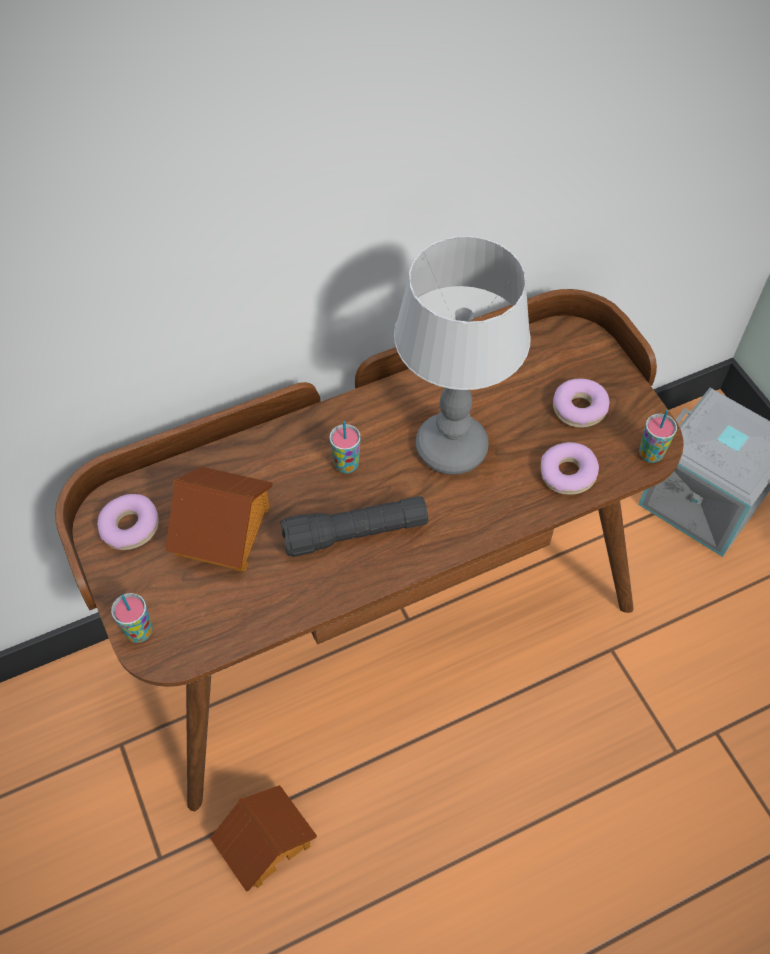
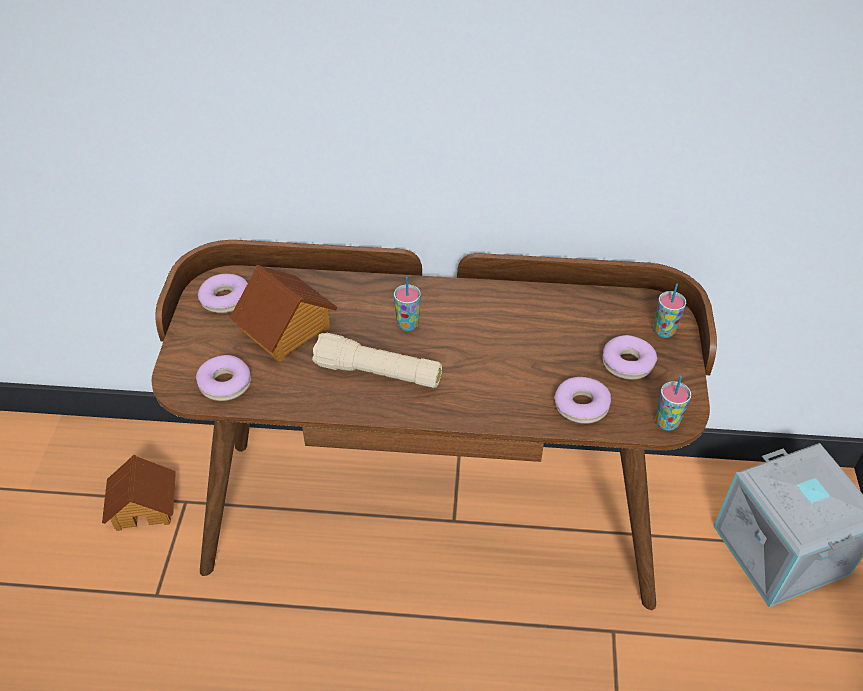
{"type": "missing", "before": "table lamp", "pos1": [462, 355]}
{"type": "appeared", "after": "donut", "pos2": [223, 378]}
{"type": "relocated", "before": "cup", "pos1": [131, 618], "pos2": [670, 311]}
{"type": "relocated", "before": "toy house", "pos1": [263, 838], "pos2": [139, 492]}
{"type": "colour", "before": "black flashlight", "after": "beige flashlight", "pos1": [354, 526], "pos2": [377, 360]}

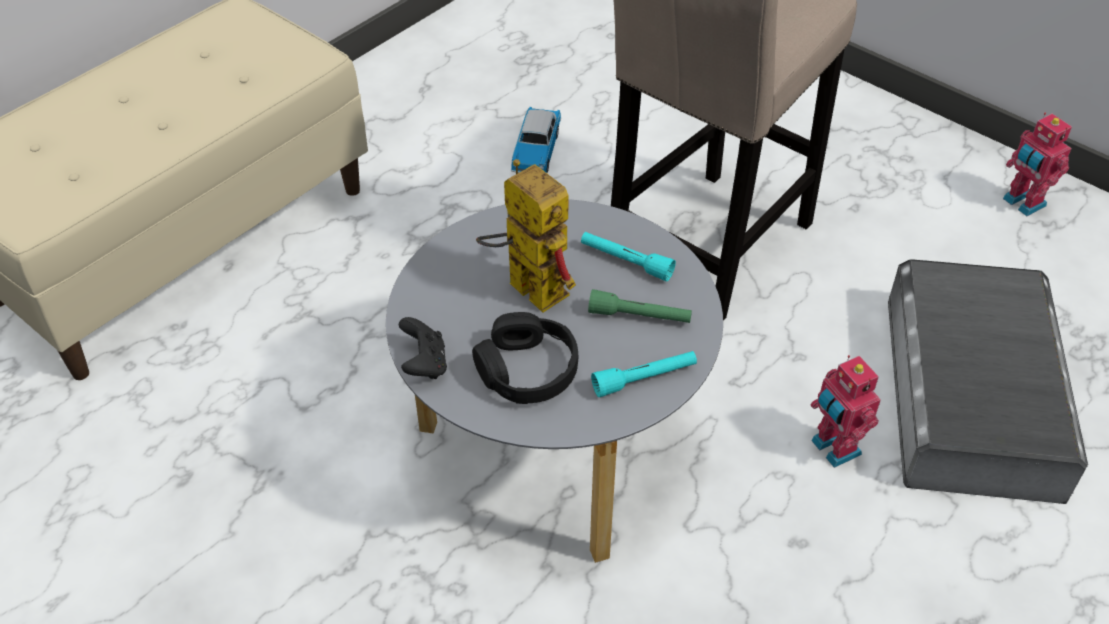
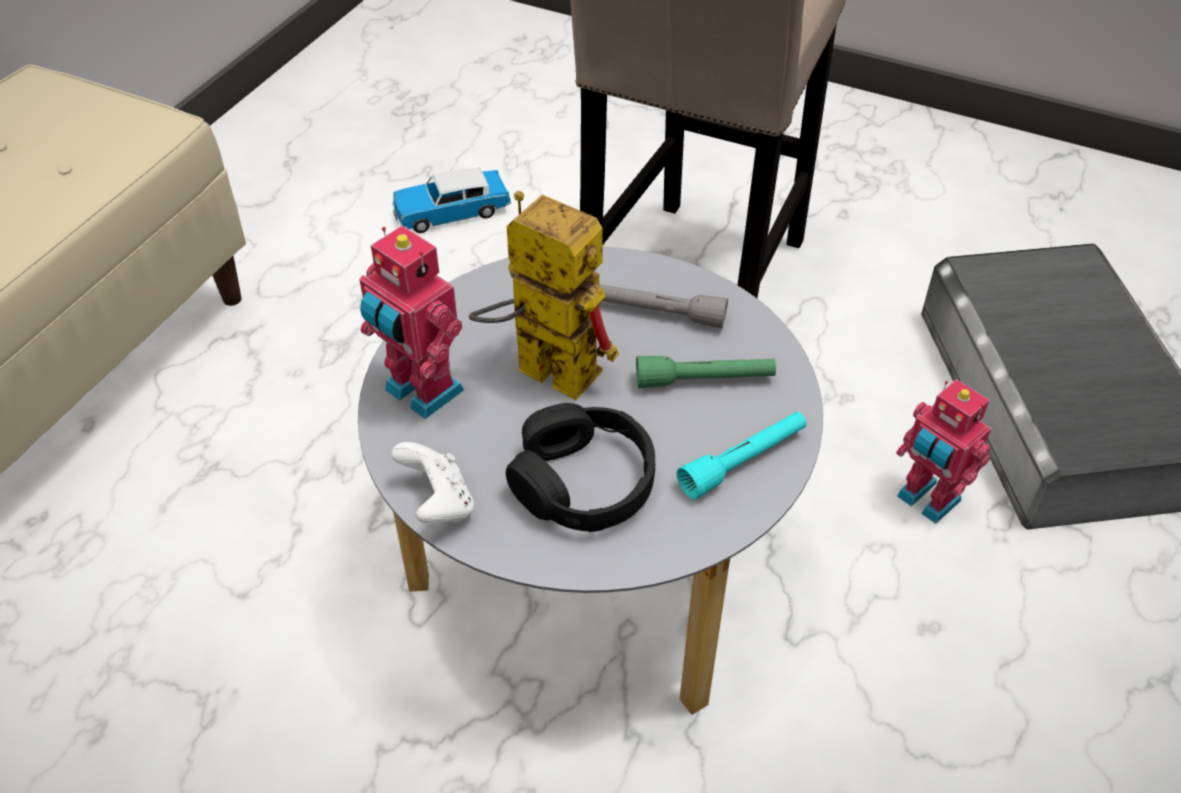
{"type": "relocated", "before": "toy robot", "pos1": [1037, 164], "pos2": [411, 322]}
{"type": "colour", "before": "black game controller", "after": "white game controller", "pos1": [423, 348], "pos2": [432, 483]}
{"type": "colour", "before": "turquoise flashlight", "after": "grey flashlight", "pos1": [628, 257], "pos2": [663, 306]}
{"type": "spun", "before": "toy car", "pos1": [536, 140], "pos2": [451, 200], "turn": 75}

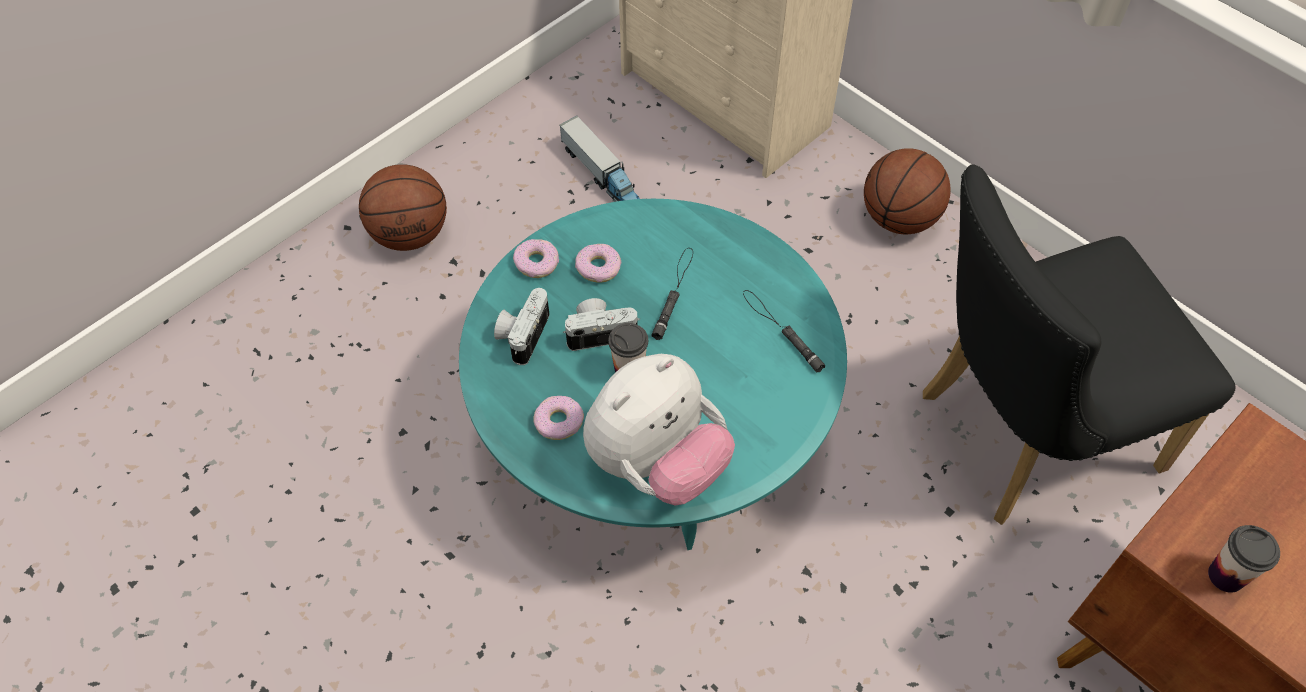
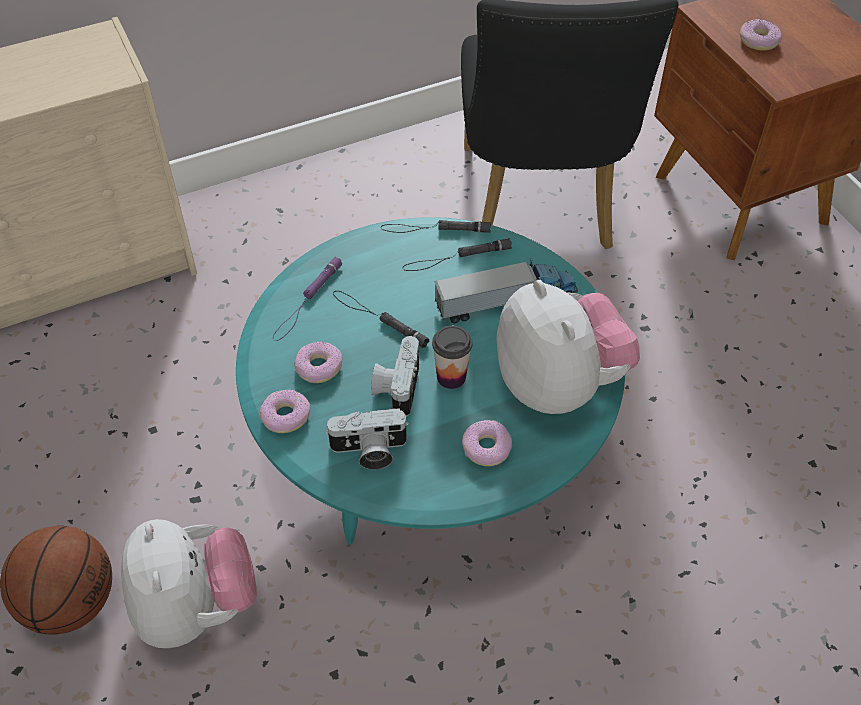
{"type": "missing", "before": "basketball", "pos1": [907, 191]}
{"type": "missing", "before": "cup", "pos1": [1244, 559]}
{"type": "appeared", "after": "plush toy", "pos2": [189, 583]}
{"type": "appeared", "after": "purple flashlight", "pos2": [308, 299]}
{"type": "appeared", "after": "black flashlight", "pos2": [436, 226]}
{"type": "appeared", "after": "donut", "pos2": [761, 35]}
{"type": "relocated", "before": "toy truck", "pos1": [600, 159], "pos2": [506, 290]}
{"type": "spun", "before": "photo camera", "pos1": [522, 326], "pos2": [367, 439], "turn": -45}

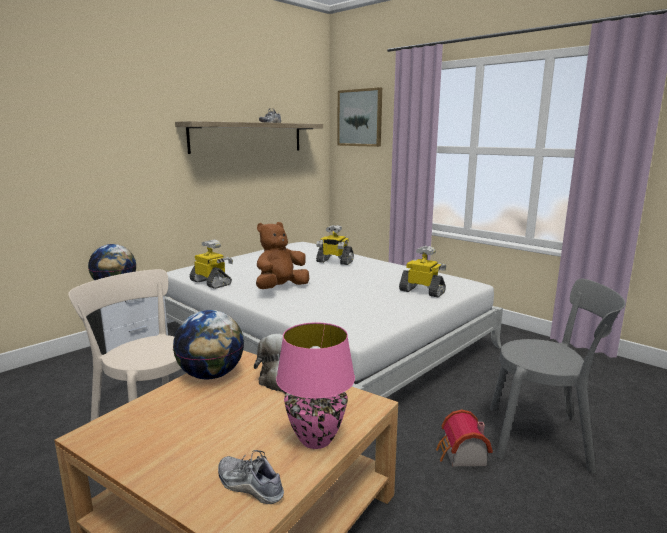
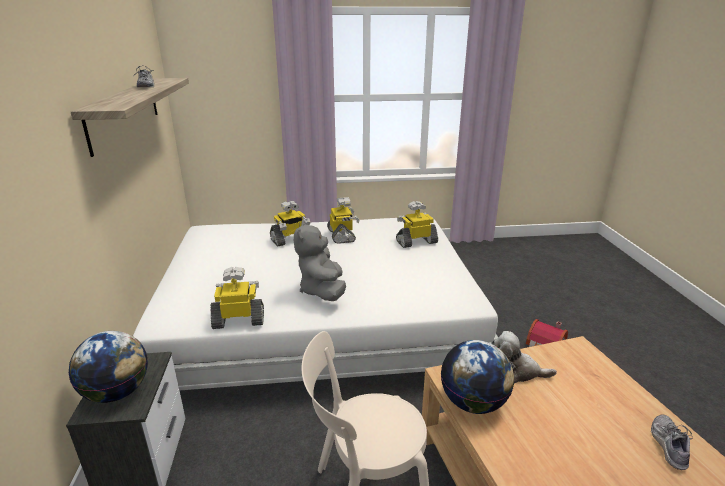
{"type": "missing", "before": "pink table lamp", "pos1": [315, 385]}
{"type": "missing", "before": "picture", "pos1": [359, 117]}
{"type": "missing", "before": "grey chair", "pos1": [558, 376]}
{"type": "appeared", "after": "toy robot", "pos2": [343, 220]}
{"type": "colour", "before": "brown plush toy", "after": "grey plush toy", "pos1": [282, 255], "pos2": [320, 261]}
{"type": "spun", "before": "shoe", "pos1": [251, 477], "pos2": [672, 442], "turn": 120}

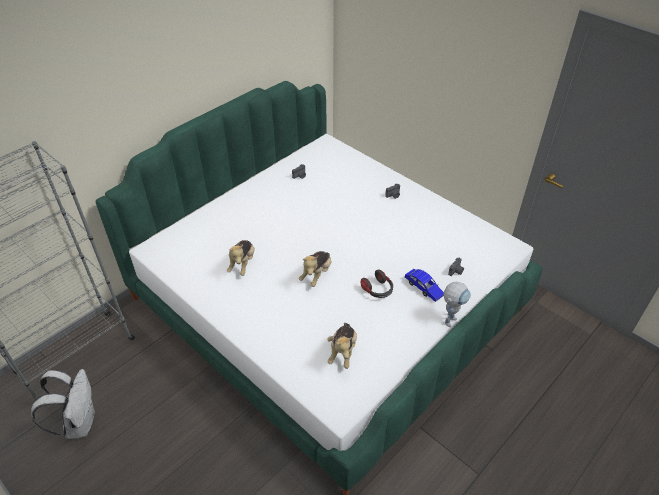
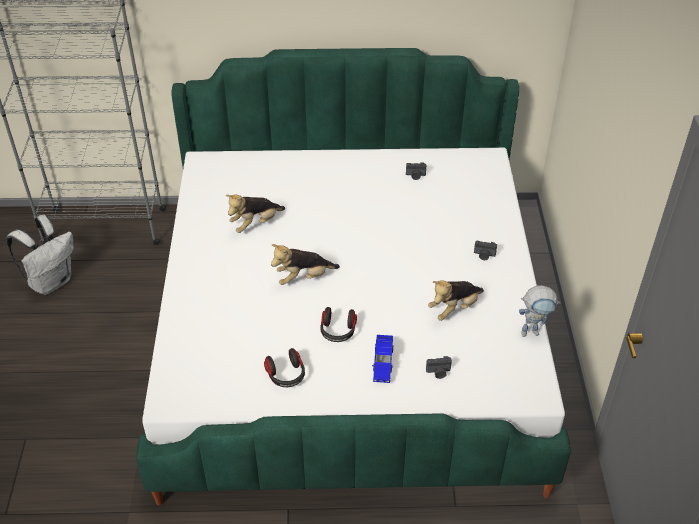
{"type": "appeared", "after": "headphones", "pos2": [284, 367]}
{"type": "relocated", "before": "plush toy", "pos1": [342, 346], "pos2": [456, 300]}
{"type": "relocated", "before": "toy robot", "pos1": [457, 304], "pos2": [540, 311]}

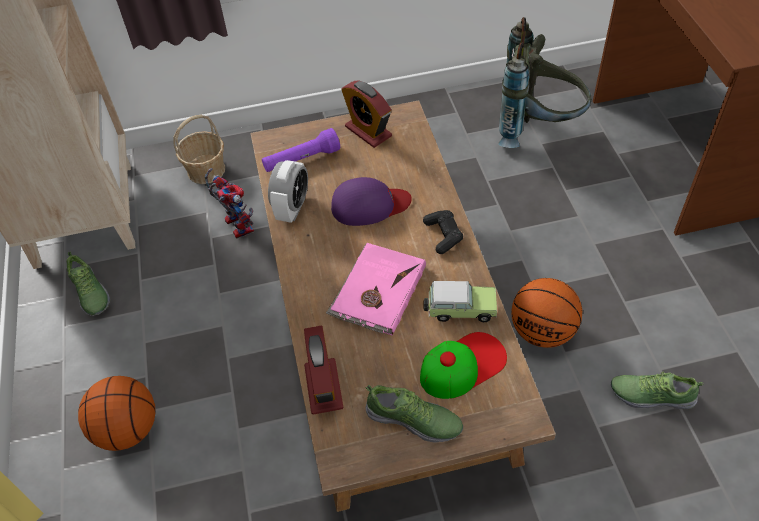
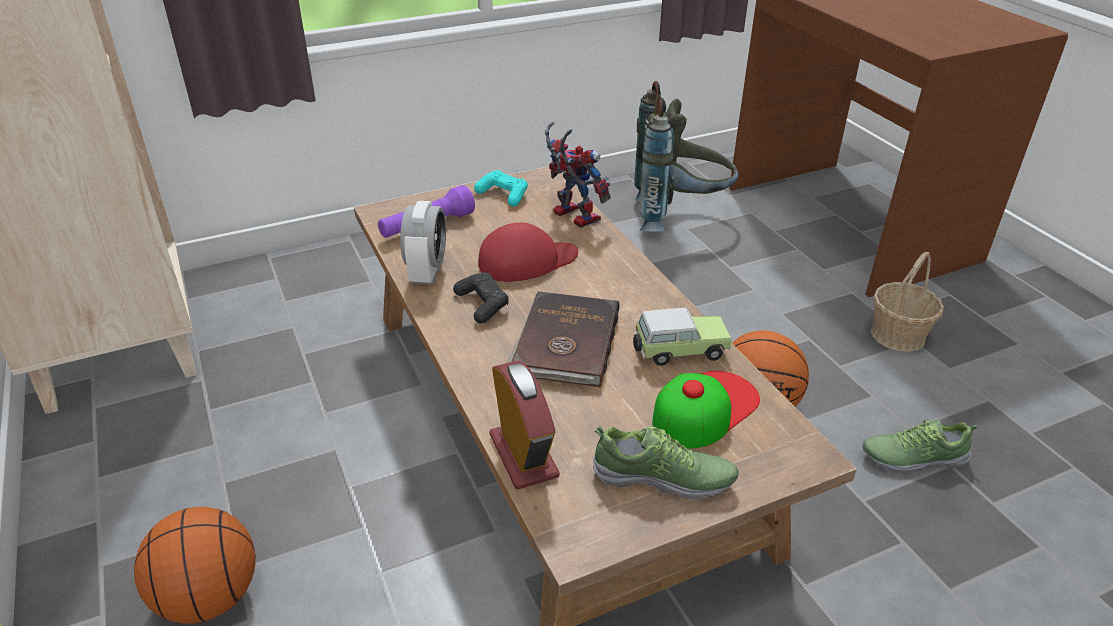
{"type": "missing", "before": "shoe", "pos1": [88, 284]}
{"type": "relocated", "before": "basket", "pos1": [199, 149], "pos2": [907, 302]}
{"type": "relocated", "before": "toy robot", "pos1": [229, 203], "pos2": [578, 175]}
{"type": "relocated", "before": "black game controller", "pos1": [443, 232], "pos2": [481, 297]}
{"type": "exchanged", "before": "alarm clock", "after": "turquoise game controller", "pos1": [366, 114], "pos2": [501, 188]}
{"type": "colour", "before": "pink book", "after": "brown book", "pos1": [376, 289], "pos2": [563, 339]}
{"type": "colour", "before": "purple cap", "after": "red cap", "pos1": [371, 201], "pos2": [528, 252]}

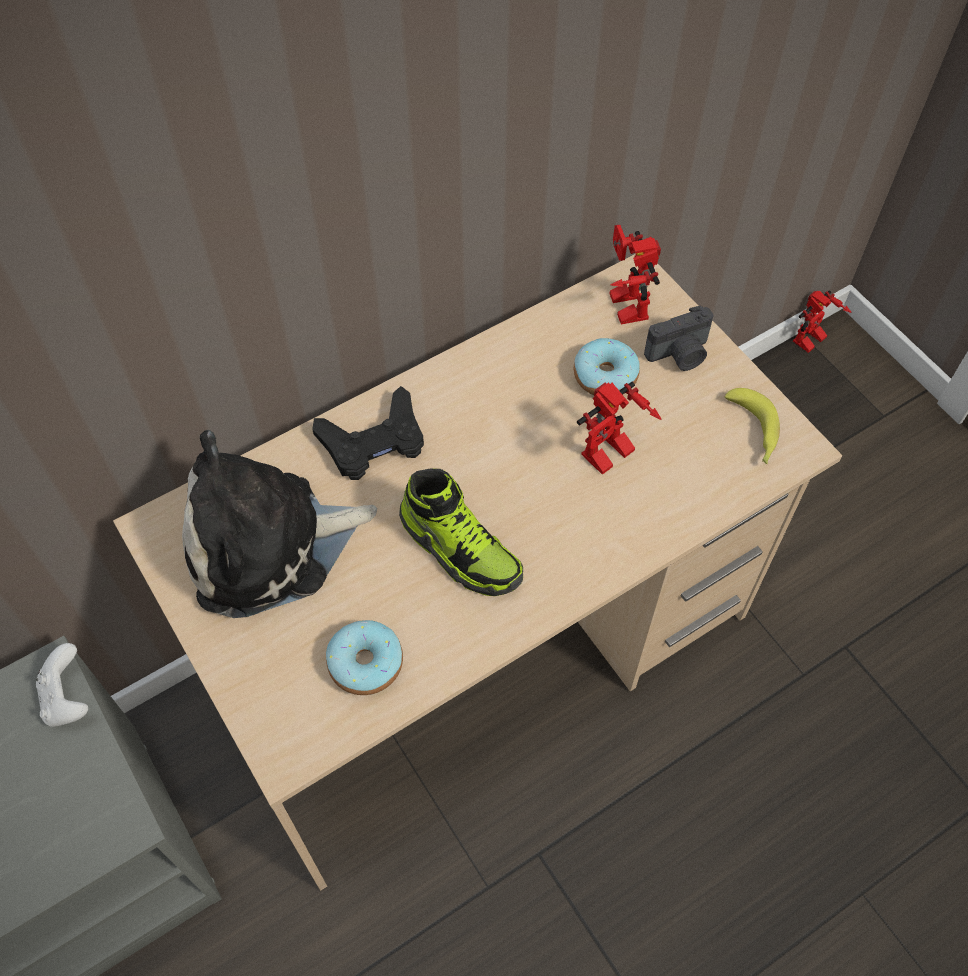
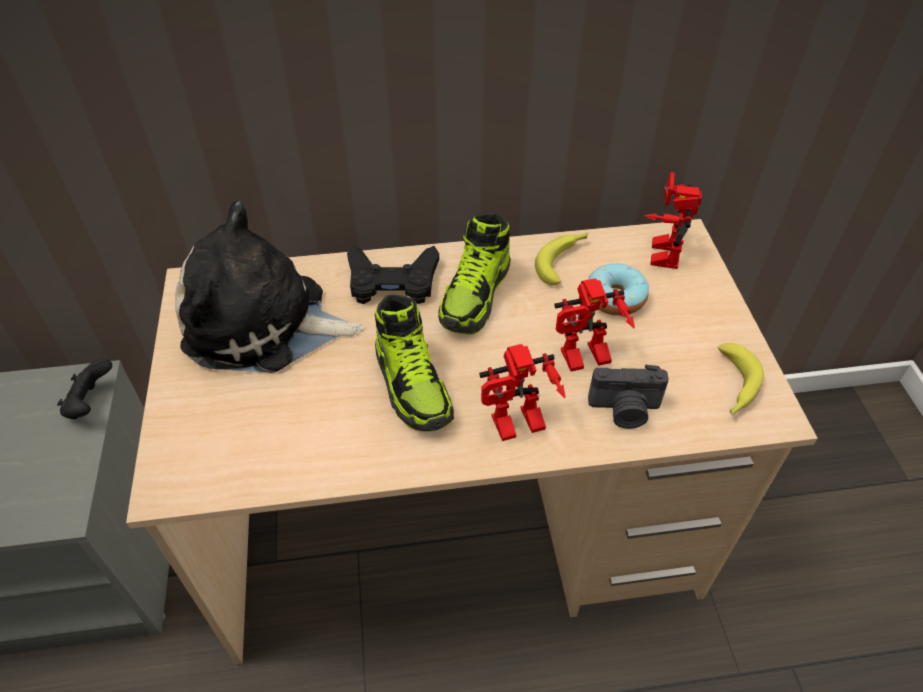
{"type": "missing", "before": "donut", "pos1": [364, 657]}
{"type": "appeared", "after": "shoe", "pos2": [474, 273]}
{"type": "appeared", "after": "banana", "pos2": [561, 258]}
{"type": "relocated", "before": "photo camera", "pos1": [679, 338], "pos2": [628, 397]}
{"type": "relocated", "before": "toy robot", "pos1": [822, 321], "pos2": [522, 392]}
{"type": "colour", "before": "white game controller", "after": "black game controller", "pos1": [62, 685], "pos2": [84, 388]}

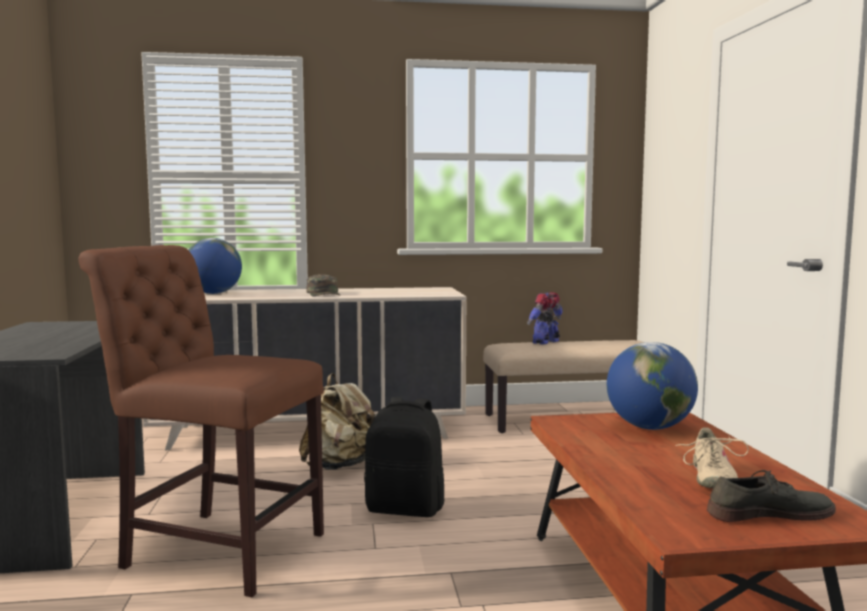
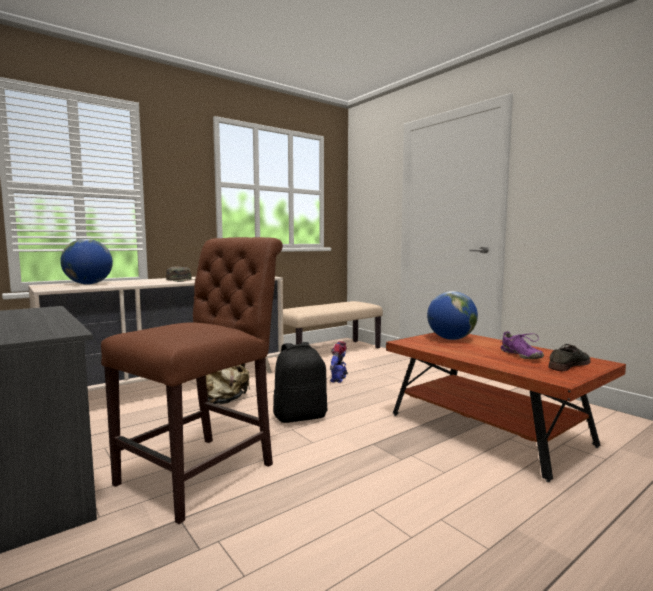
{"type": "relocated", "before": "toy robot", "pos1": [544, 318], "pos2": [339, 362]}
{"type": "colour", "before": "beige shoe", "after": "purple shoe", "pos1": [712, 458], "pos2": [522, 345]}
{"type": "spun", "before": "brown chair", "pos1": [201, 421], "pos2": [192, 380], "turn": 135}

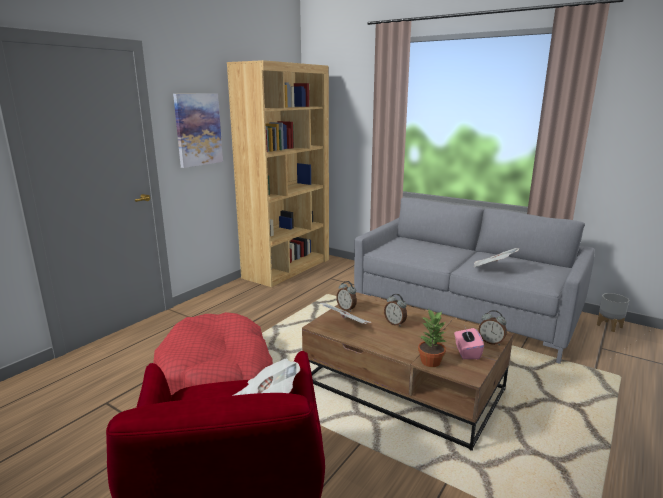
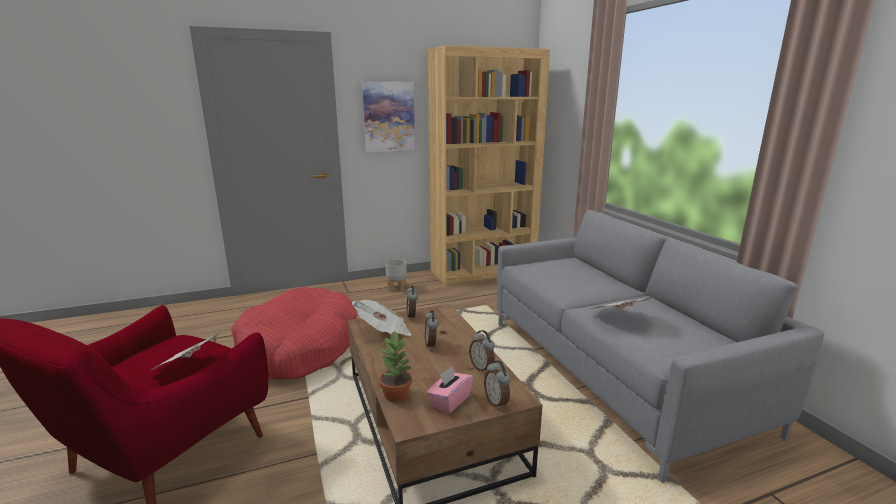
{"type": "appeared", "after": "alarm clock", "pos2": [482, 351]}
{"type": "relocated", "before": "grey planter", "pos1": [613, 312], "pos2": [396, 275]}

